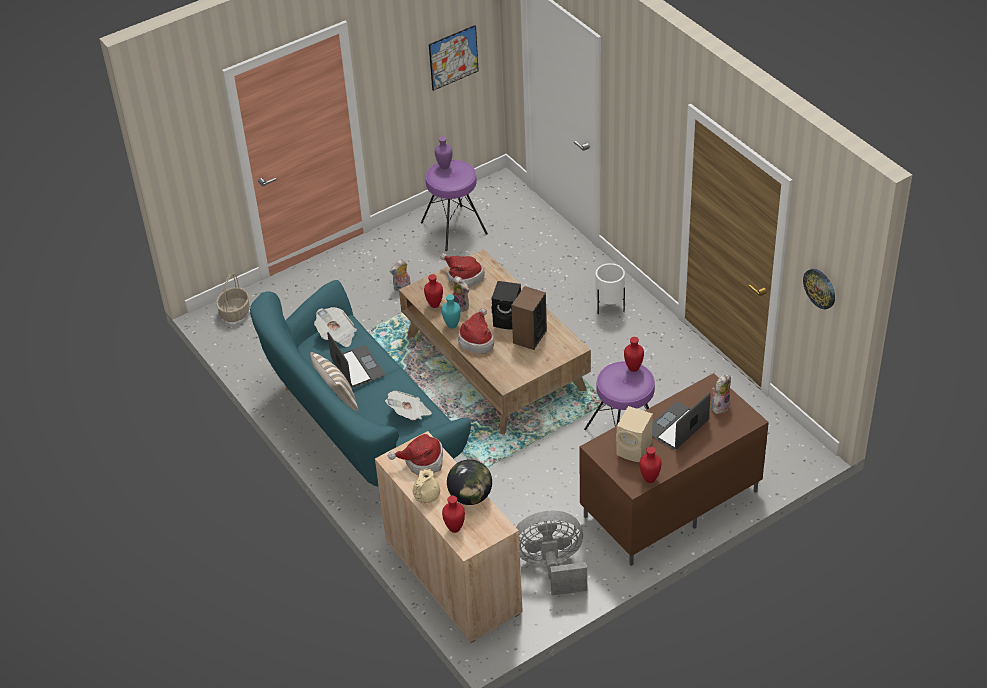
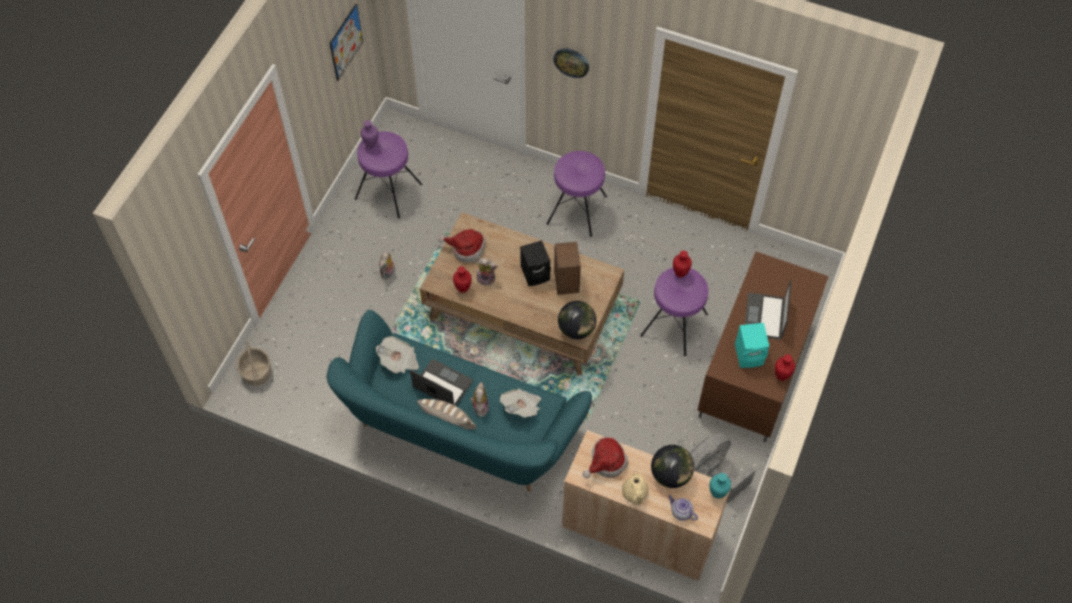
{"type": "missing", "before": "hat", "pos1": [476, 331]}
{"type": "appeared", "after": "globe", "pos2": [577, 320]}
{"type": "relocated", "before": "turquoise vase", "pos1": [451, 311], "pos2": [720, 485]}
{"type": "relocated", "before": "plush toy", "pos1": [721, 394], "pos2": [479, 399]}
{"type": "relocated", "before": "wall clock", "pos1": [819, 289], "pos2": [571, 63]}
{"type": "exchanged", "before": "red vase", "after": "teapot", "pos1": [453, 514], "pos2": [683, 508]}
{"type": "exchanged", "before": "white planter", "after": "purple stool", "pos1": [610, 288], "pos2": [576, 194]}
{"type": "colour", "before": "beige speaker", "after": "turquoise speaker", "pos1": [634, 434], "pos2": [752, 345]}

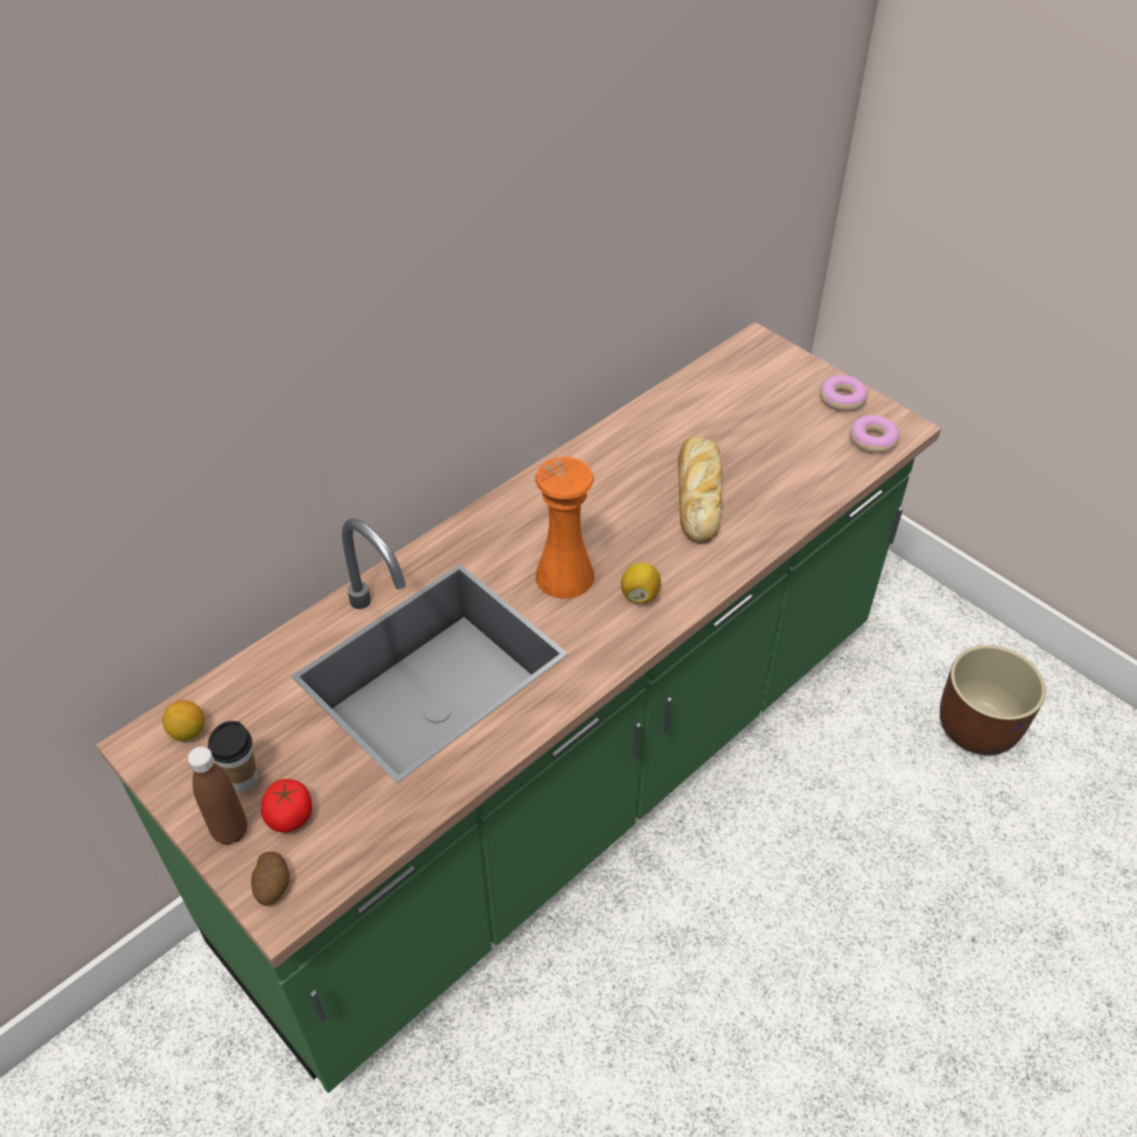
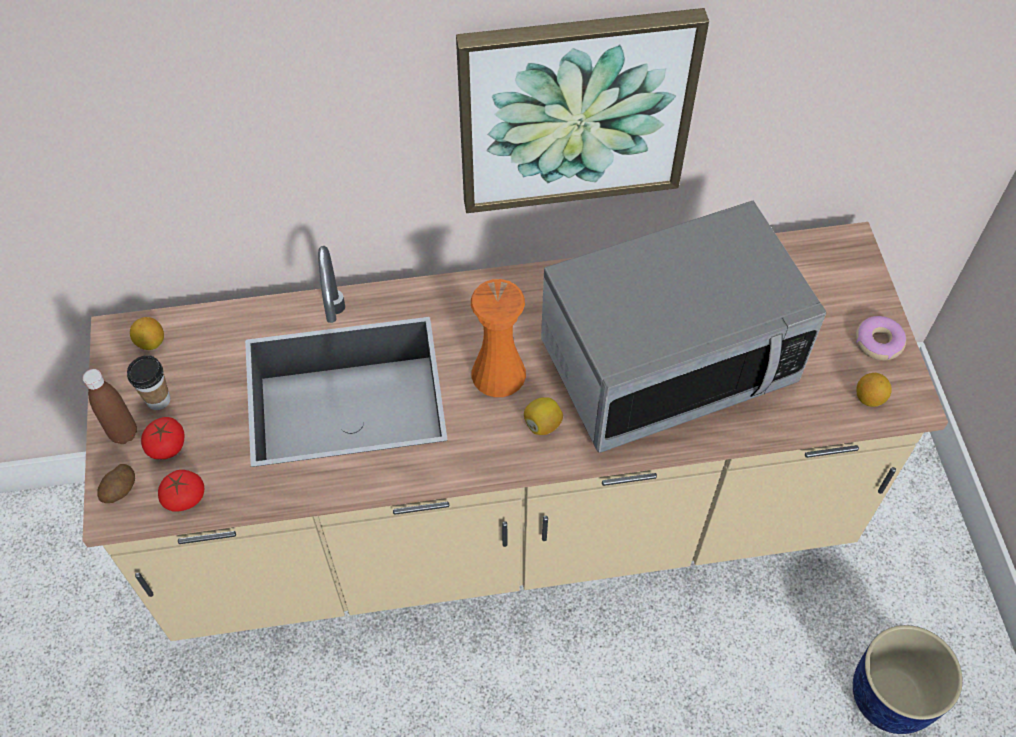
{"type": "appeared", "after": "tomato", "pos2": [181, 491]}
{"type": "appeared", "after": "picture", "pos2": [582, 110]}
{"type": "exchanged", "before": "bread", "after": "microwave", "pos1": [700, 489], "pos2": [683, 327]}
{"type": "exchanged", "before": "donut", "after": "lemon", "pos1": [874, 434], "pos2": [874, 390]}
{"type": "colour", "before": "green counter", "after": "beige counter", "pos1": [518, 707], "pos2": [515, 431]}
{"type": "colour", "before": "brown planter", "after": "blue planter", "pos1": [993, 700], "pos2": [908, 679]}

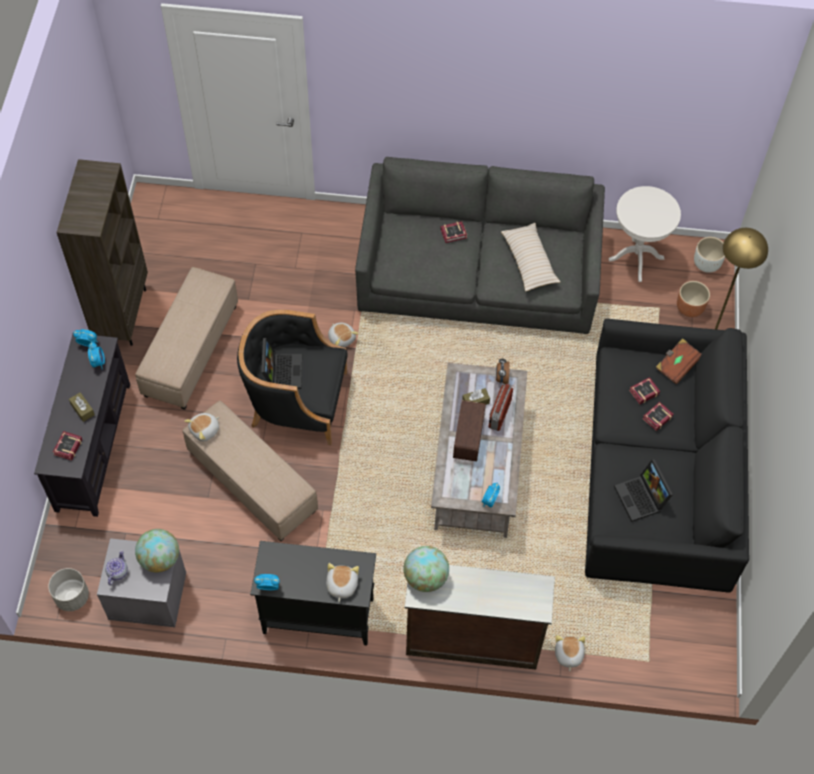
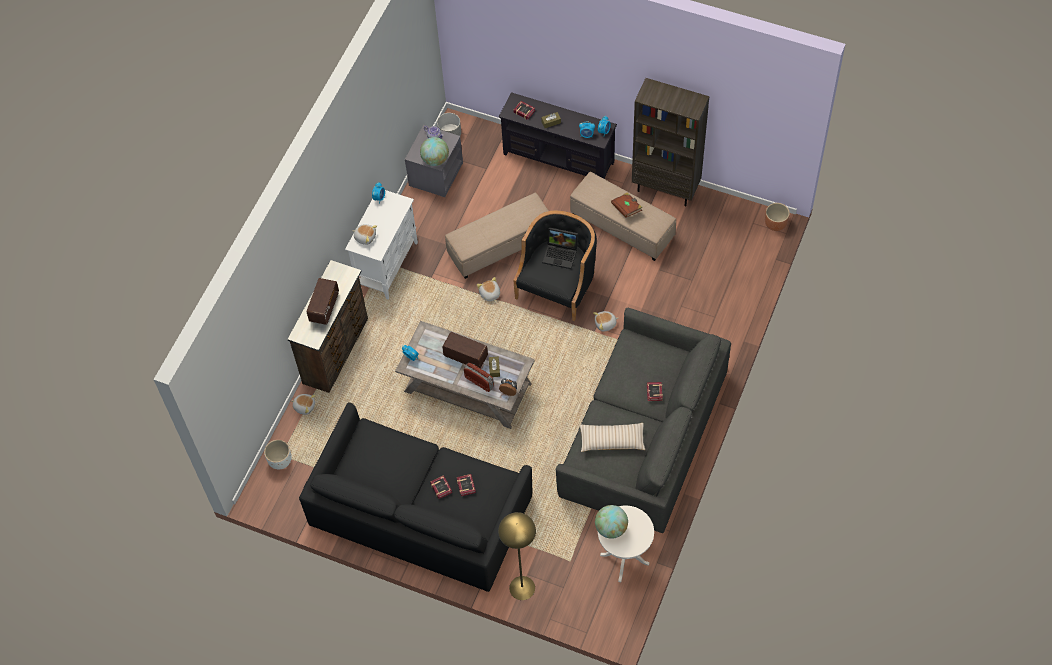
{"type": "missing", "before": "laptop", "pos1": [643, 490]}
{"type": "appeared", "after": "radio", "pos2": [323, 301]}
{"type": "relocated", "before": "plush toy", "pos1": [201, 427], "pos2": [488, 289]}
{"type": "relocated", "before": "globe", "pos1": [426, 569], "pos2": [611, 522]}
{"type": "relocated", "before": "brown book", "pos1": [678, 361], "pos2": [626, 205]}
{"type": "relocated", "before": "brown planter", "pos1": [693, 299], "pos2": [777, 217]}
{"type": "relocated", "before": "white planter", "pos1": [709, 255], "pos2": [278, 455]}
{"type": "colour", "before": "black cabinet", "after": "white cabinet", "pos1": [313, 593], "pos2": [381, 244]}

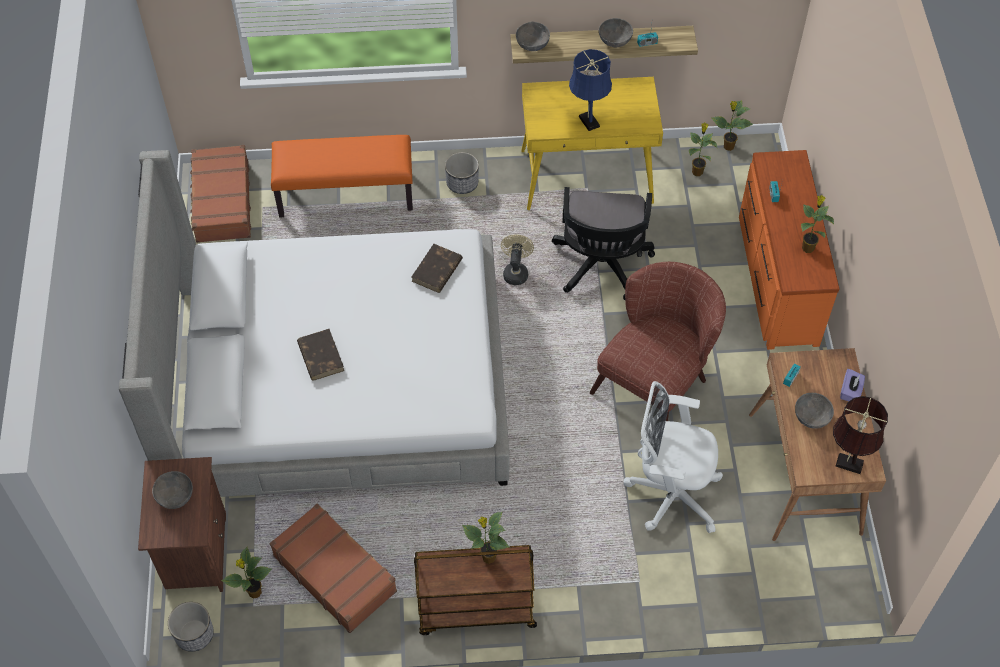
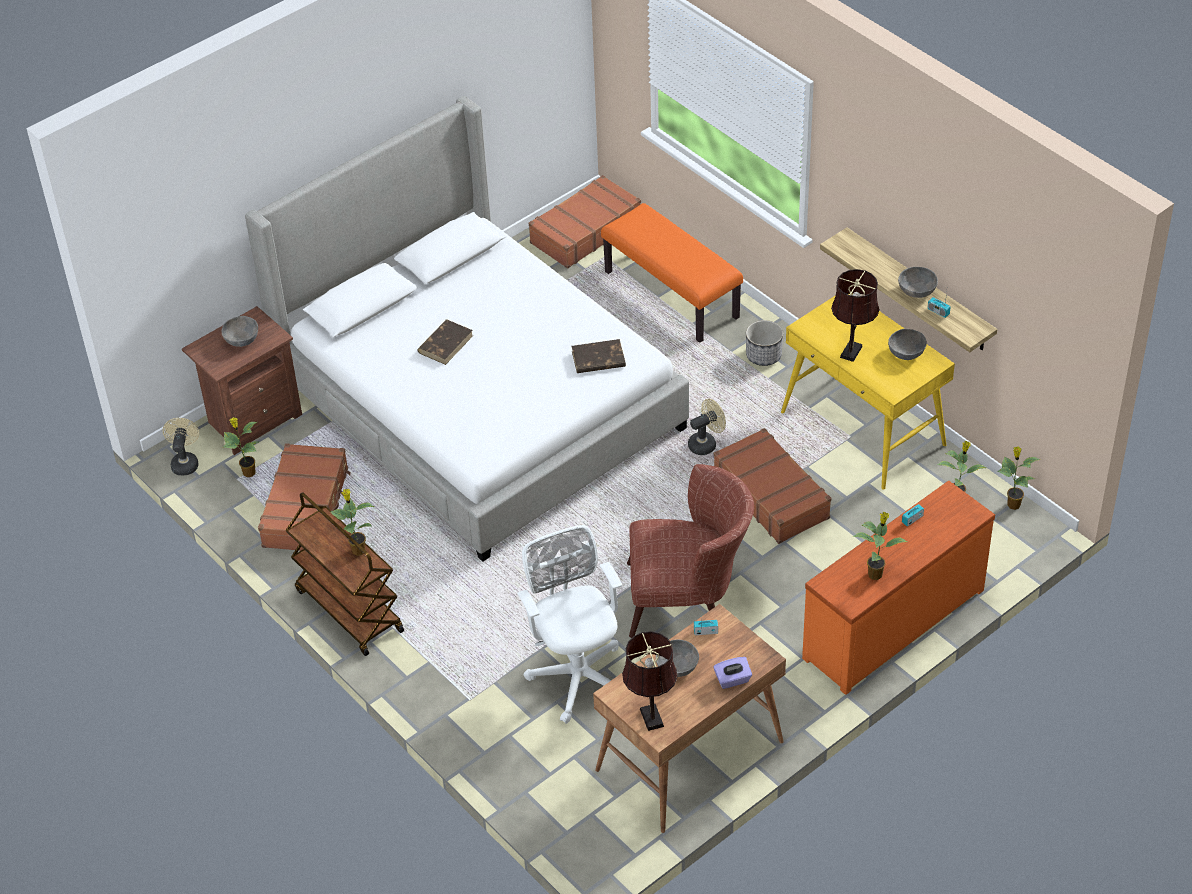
{"type": "relocated", "before": "grey bowl", "pos1": [533, 36], "pos2": [907, 344]}
{"type": "exchanged", "before": "planter", "after": "beige fan", "pos1": [191, 627], "pos2": [181, 446]}
{"type": "exchanged", "before": "black office chair", "after": "brown suitcase", "pos1": [603, 243], "pos2": [772, 486]}
{"type": "colour", "before": "blue table lamp", "after": "brown table lamp", "pos1": [590, 90], "pos2": [855, 315]}

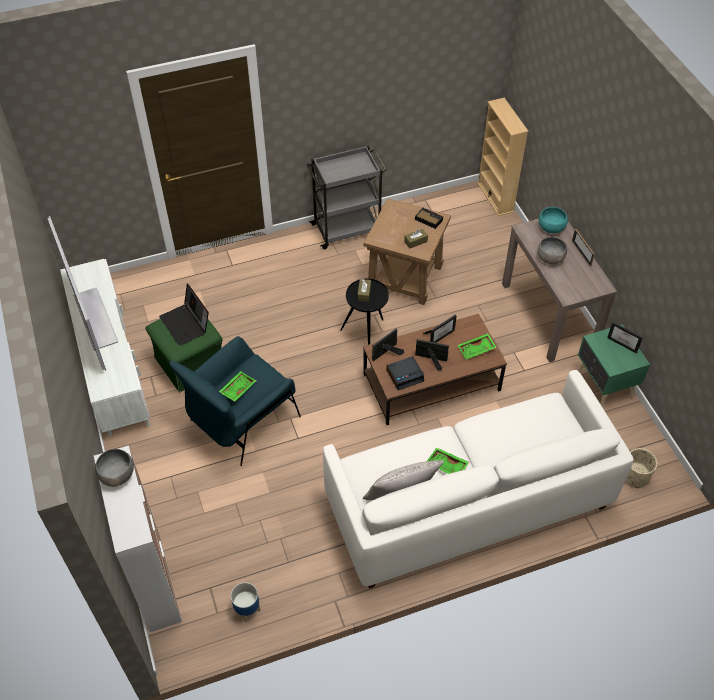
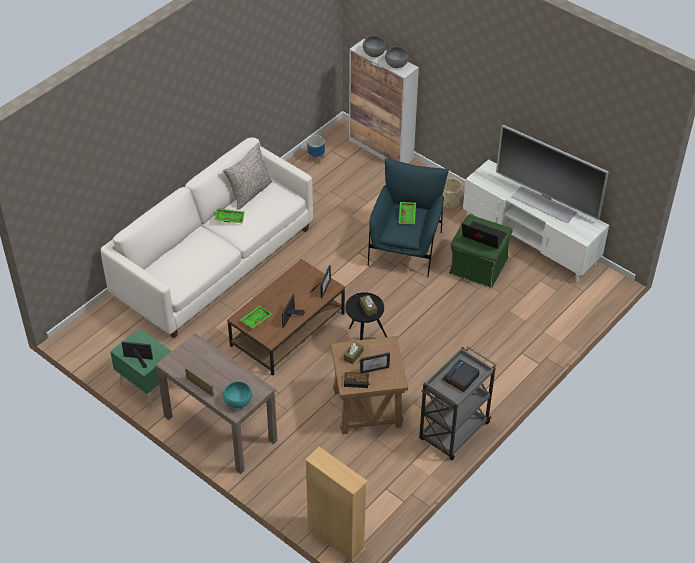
{"type": "relocated", "before": "alarm clock", "pos1": [405, 373], "pos2": [461, 375]}
{"type": "relocated", "before": "picture frame", "pos1": [432, 355], "pos2": [374, 362]}
{"type": "relocated", "before": "grey bowl", "pos1": [552, 250], "pos2": [374, 46]}
{"type": "relocated", "before": "beige planter", "pos1": [641, 468], "pos2": [452, 193]}

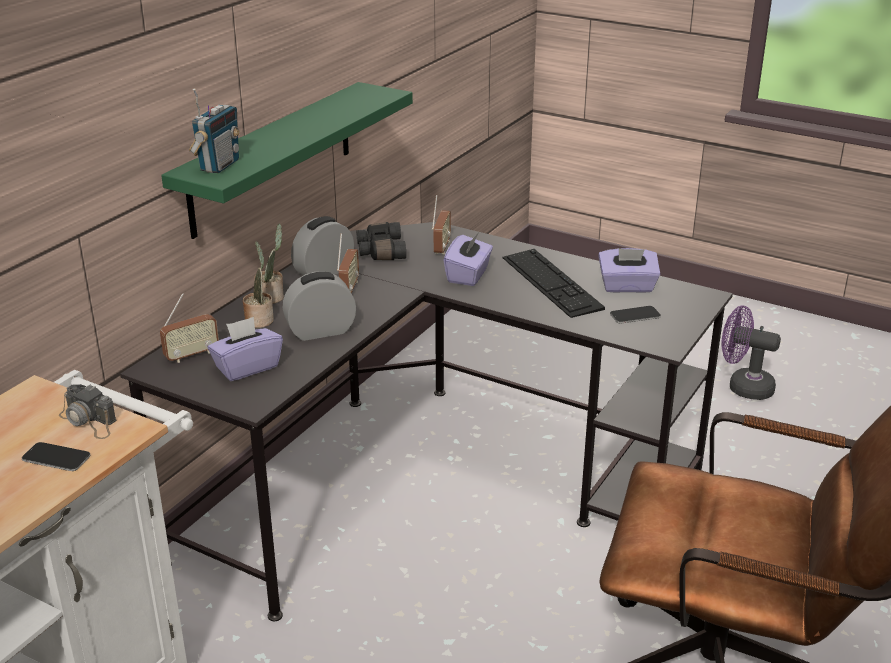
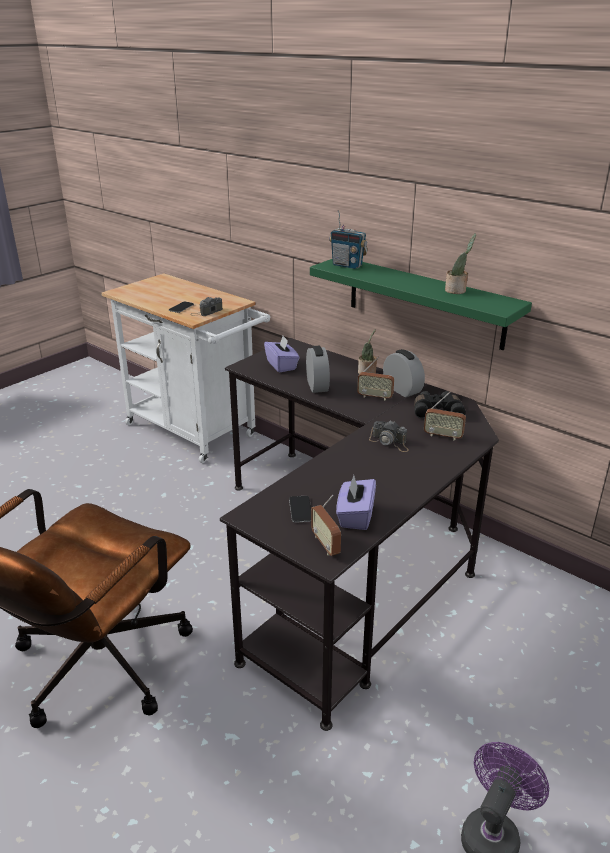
{"type": "missing", "before": "keyboard", "pos1": [553, 283]}
{"type": "relocated", "before": "radio", "pos1": [189, 328], "pos2": [326, 525]}
{"type": "relocated", "before": "potted plant", "pos1": [258, 284], "pos2": [460, 263]}
{"type": "exchanged", "before": "purple tissue box", "after": "photo camera", "pos1": [468, 259], "pos2": [389, 436]}

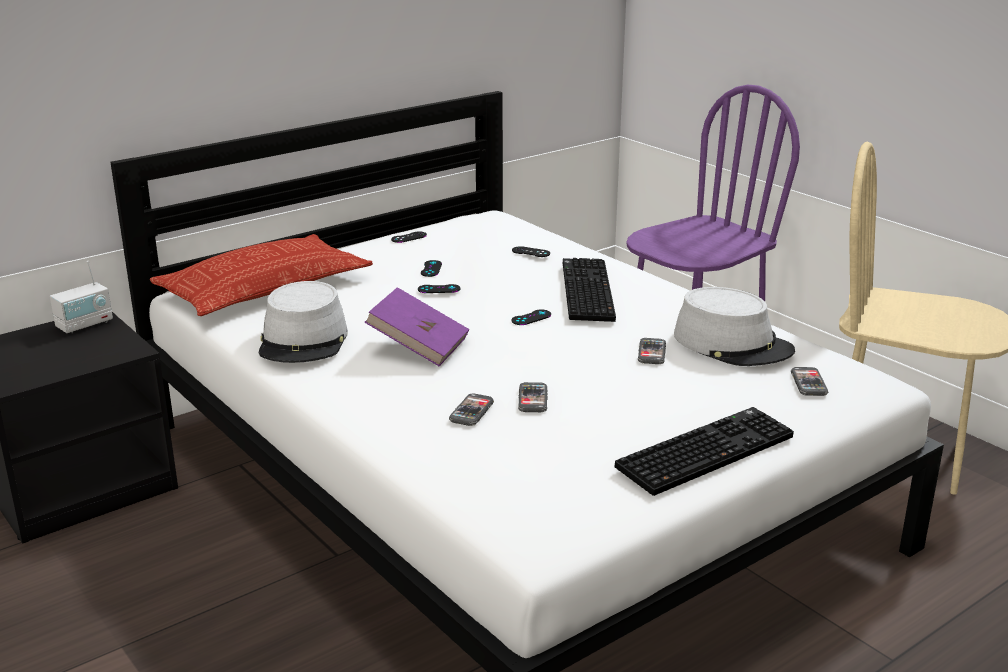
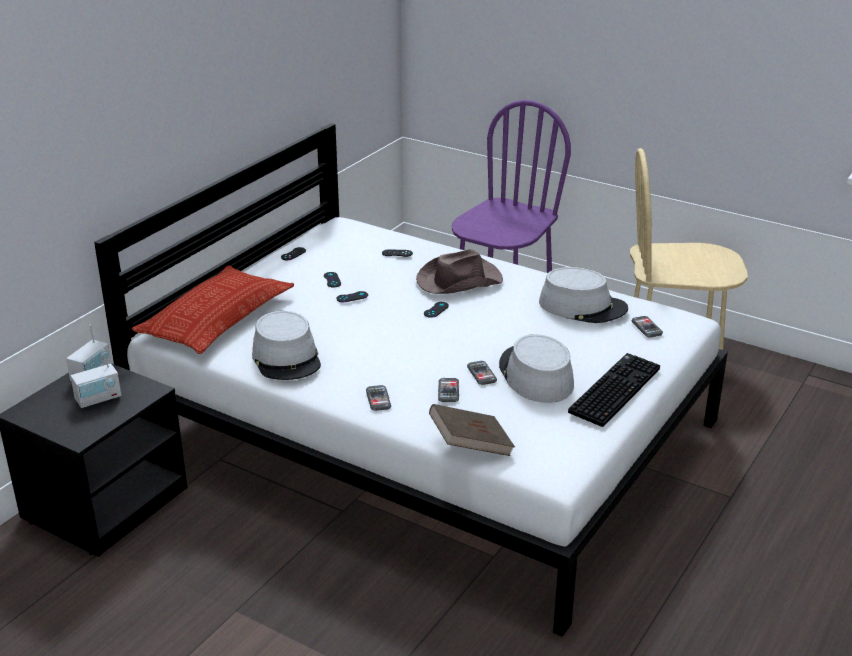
{"type": "missing", "before": "purple book", "pos1": [416, 326]}
{"type": "appeared", "after": "radio", "pos2": [95, 378]}
{"type": "appeared", "after": "brown book", "pos2": [472, 430]}
{"type": "appeared", "after": "grey hat", "pos2": [536, 368]}
{"type": "relocated", "before": "phone", "pos1": [652, 351], "pos2": [378, 398]}
{"type": "exchanged", "before": "keyboard", "after": "brown hat", "pos1": [589, 290], "pos2": [459, 271]}

